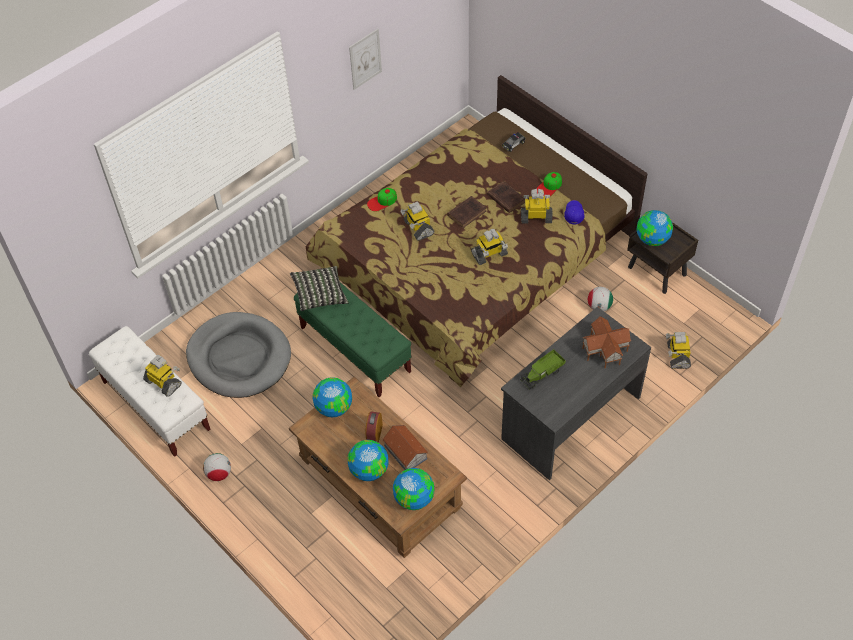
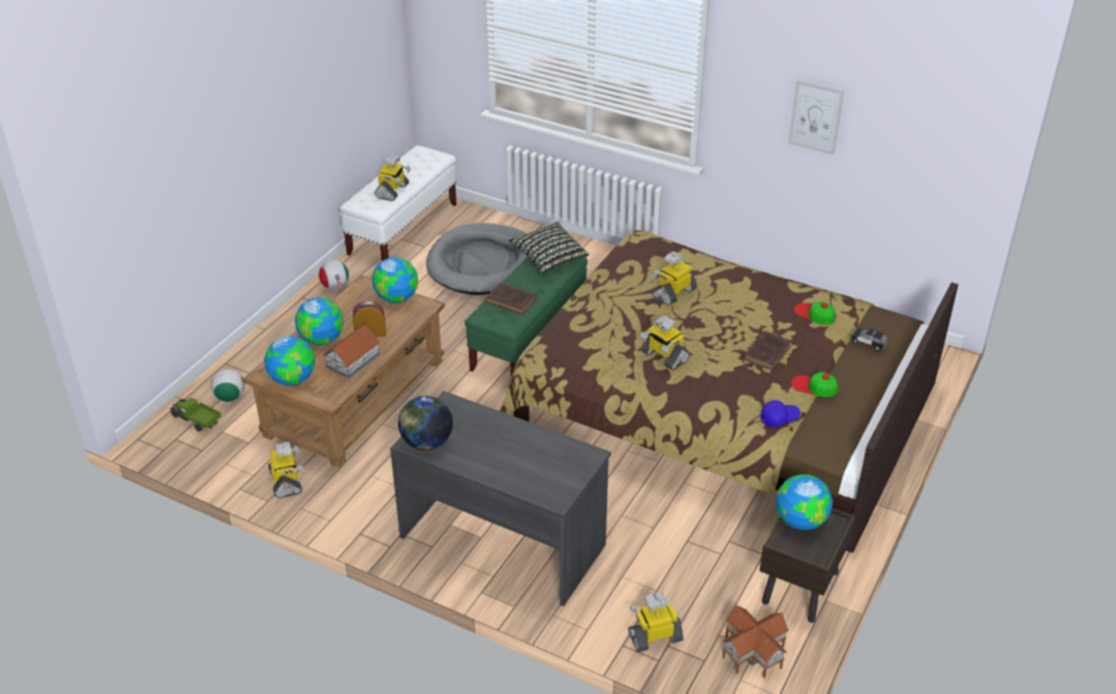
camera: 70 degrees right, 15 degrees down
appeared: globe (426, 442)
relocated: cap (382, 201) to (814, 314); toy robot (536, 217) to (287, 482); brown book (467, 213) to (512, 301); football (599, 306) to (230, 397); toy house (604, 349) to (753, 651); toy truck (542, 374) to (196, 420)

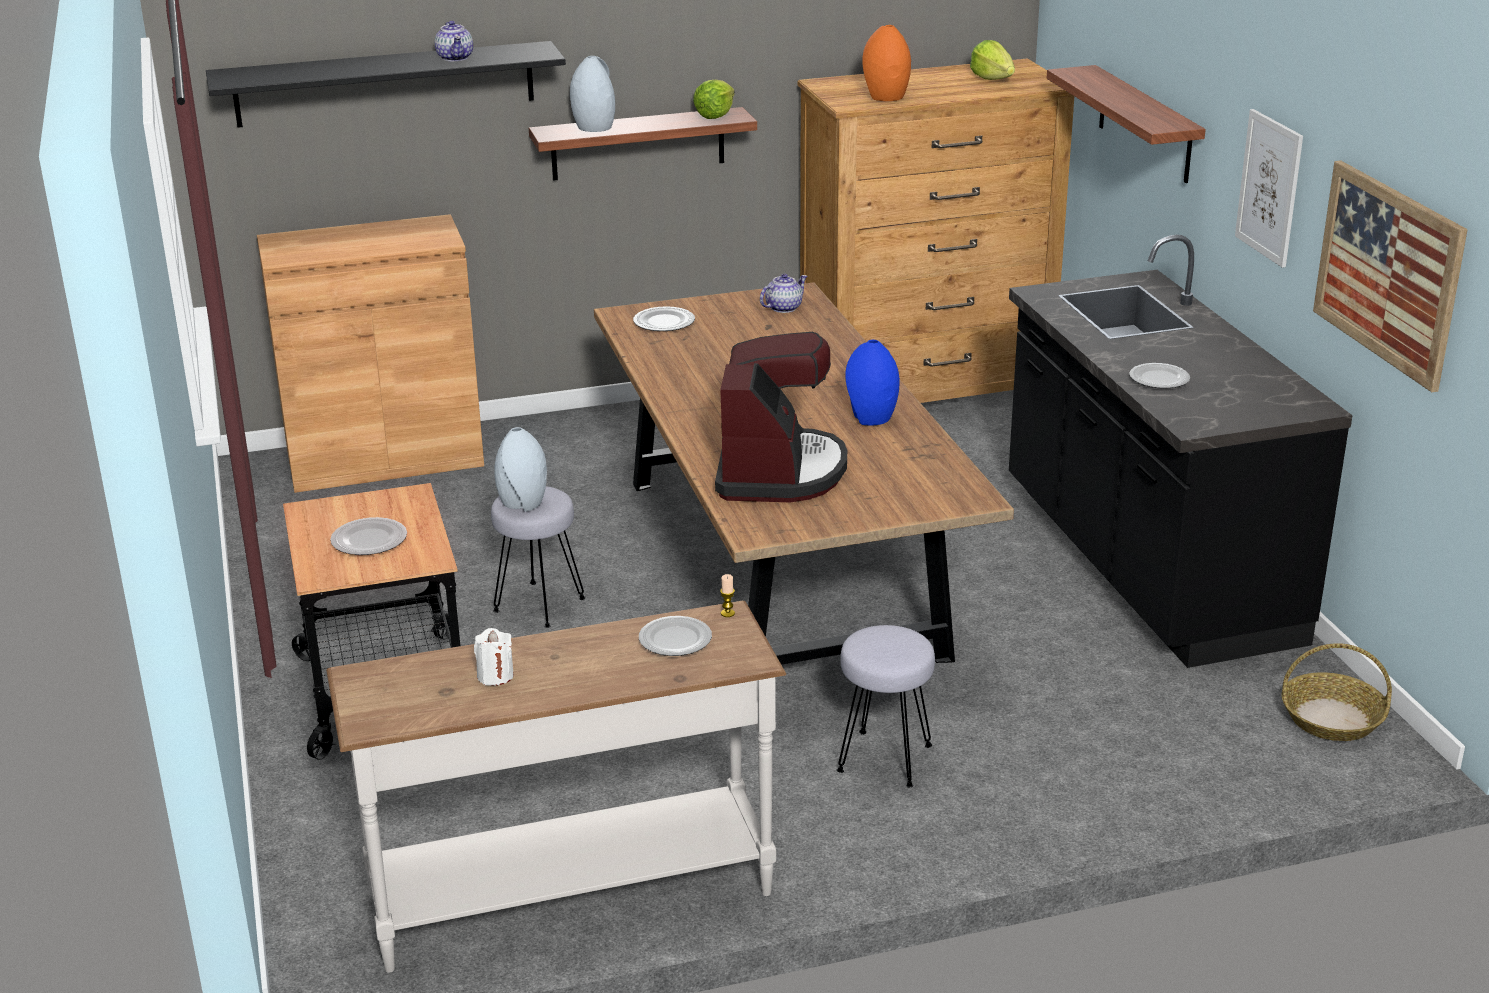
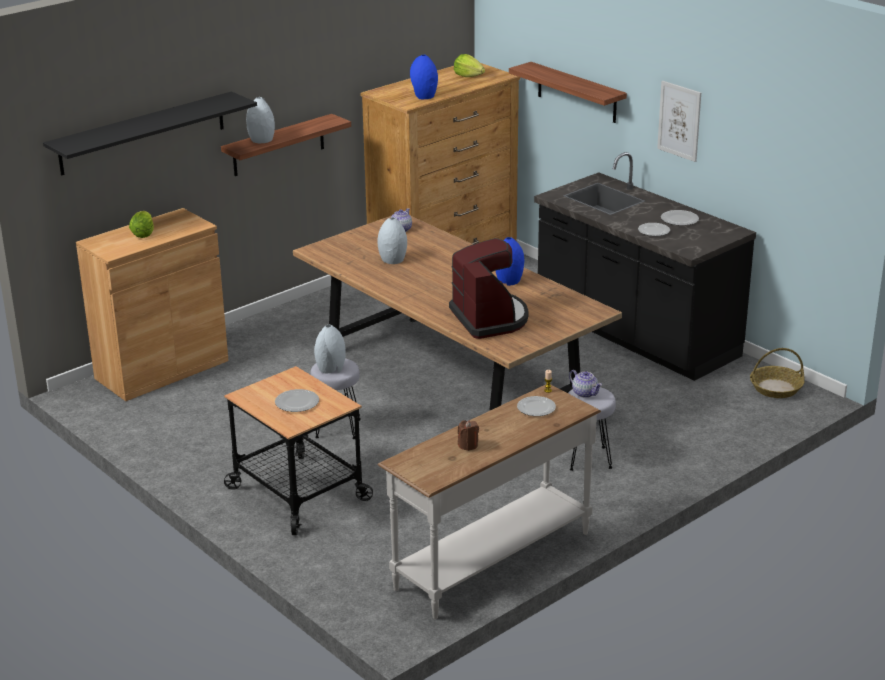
camera: 25 degrees left, 0 degrees up
missing: picture (1388, 272)
appeared: grey vase (392, 260)
relocated: teapot (455, 58) to (585, 393); lettuce (715, 115) to (143, 233); plate (663, 322) to (679, 220)
colour: orange vase (886, 97) to blue vase (424, 96); white candle (495, 676) to brown candle (468, 445)

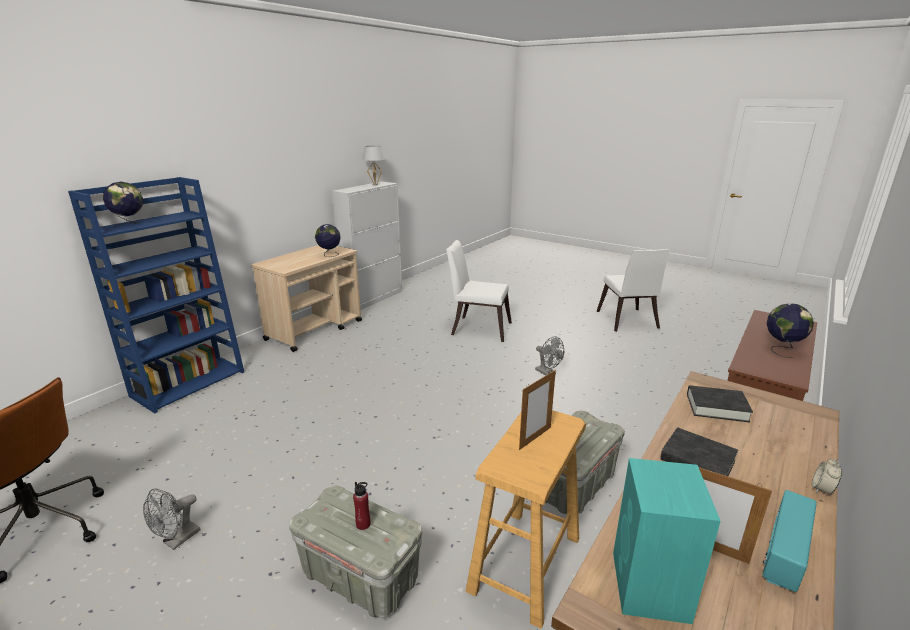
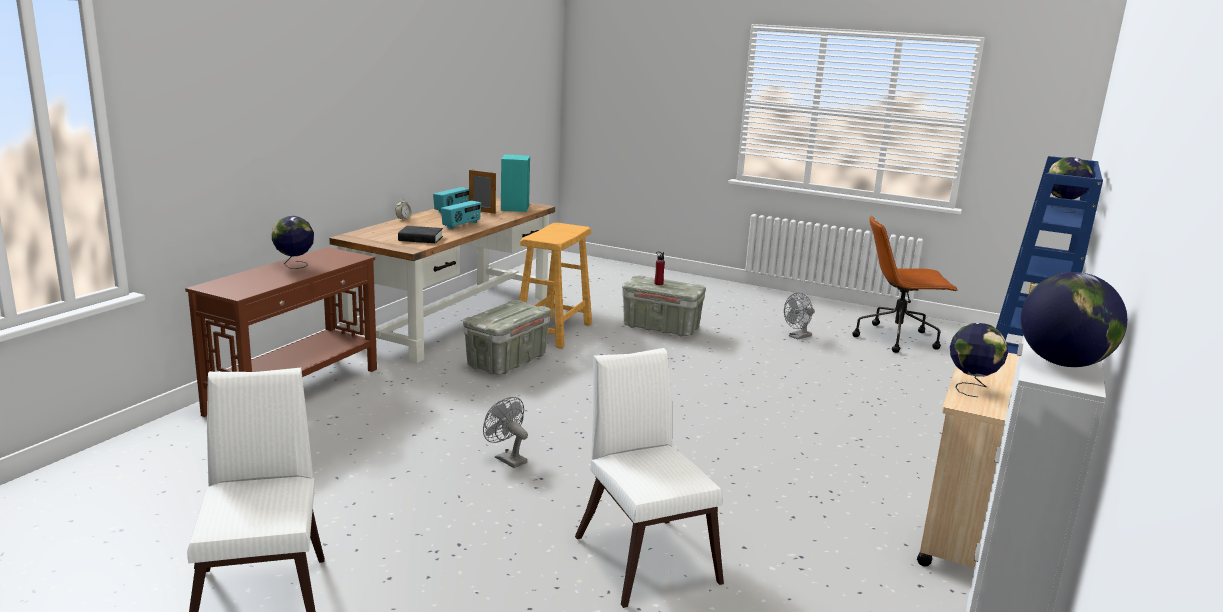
camera: 170 degrees right, 5 degrees down
missing: picture frame (535, 438)
exchanged: white table lamp (375, 184) to globe (1062, 363); black book (697, 461) to radio (462, 225)
spun: white chair (477, 328) = (644, 554) 120 degrees counterclockwise; grey fan (177, 540) = (797, 337) 150 degrees counterclockwise

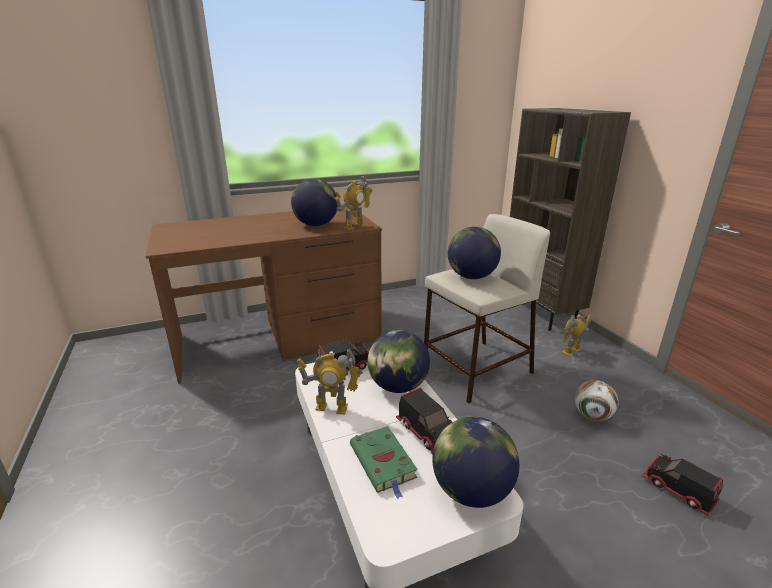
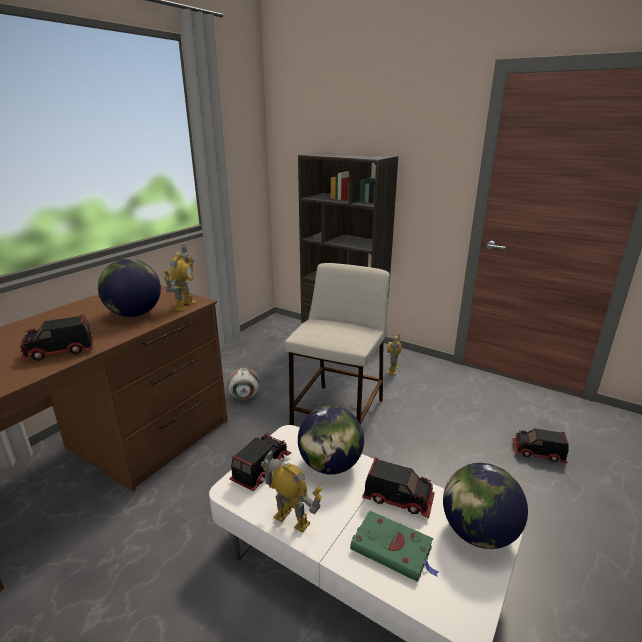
camera: 35 degrees left, 0 degrees up
missing: globe (471, 277)
appeared: toy truck (59, 352)
relocated: football (592, 416) to (244, 396)
spun: toy robot (331, 407) = (292, 519) 120 degrees counterclockwise

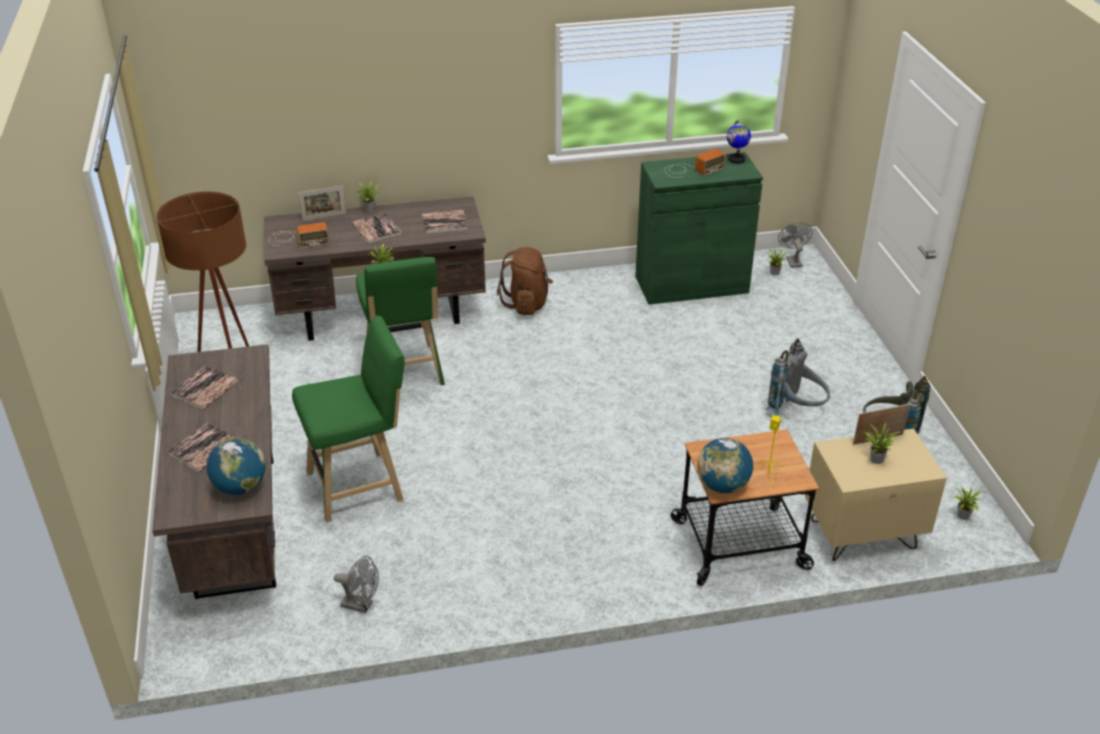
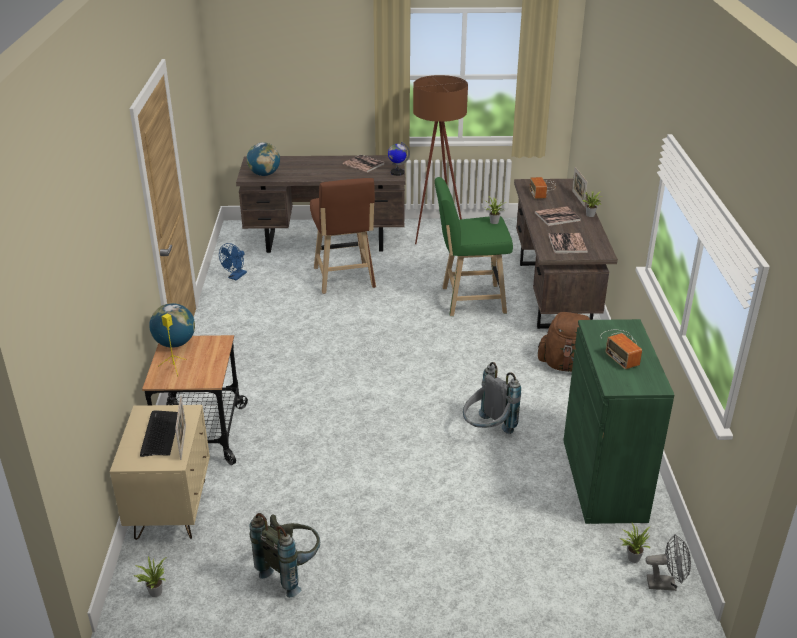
camera: 100 degrees right, 5 degrees down
missing: book (204, 448)
relocated: globe (736, 159) to (397, 173); grey backpack (797, 410) to (487, 431)
exchanged: potted plant (875, 458) to keyboard (160, 434)
colour: green stool (360, 485) to brown stool (345, 279); grey fan (361, 605) to blue fan (235, 277)

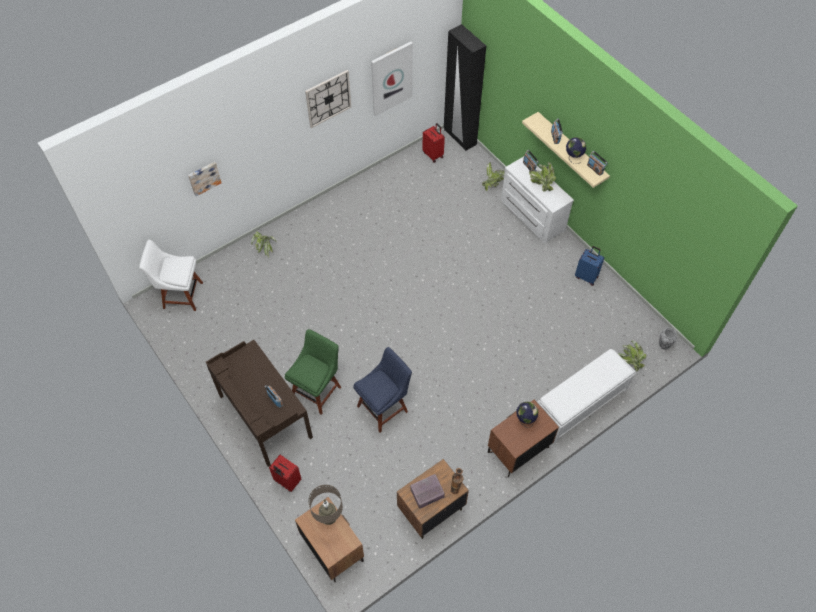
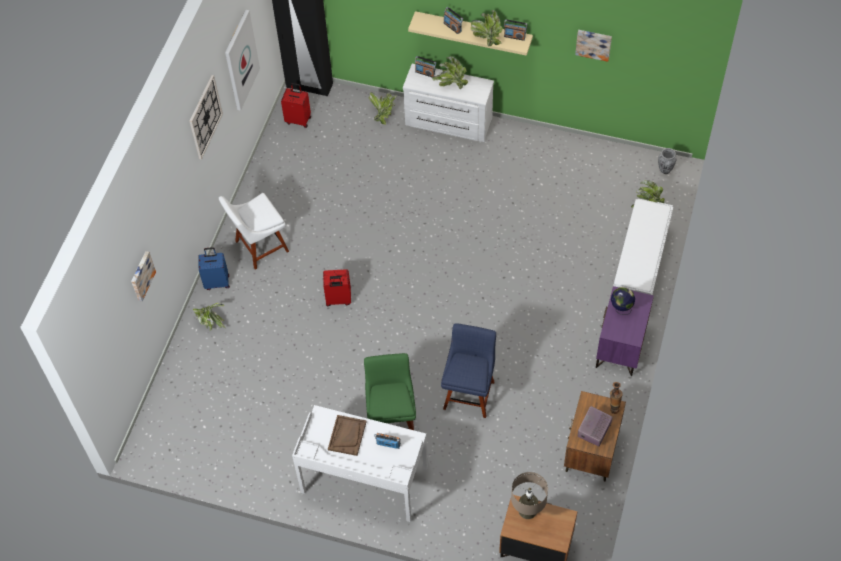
camera: 35 degrees left, 0 degrees up
appeared: picture (593, 44); brown tray (347, 435)
relocated: white chair (180, 295) to (259, 247); blue suitcase (586, 276) to (217, 282); red suitcase (287, 481) to (338, 300)
exchanged: globe (573, 158) to potted plant (486, 37)
colour: brown desk (264, 417) to white desk (364, 480); brown nightstand (518, 450) to purple nightstand (620, 347)

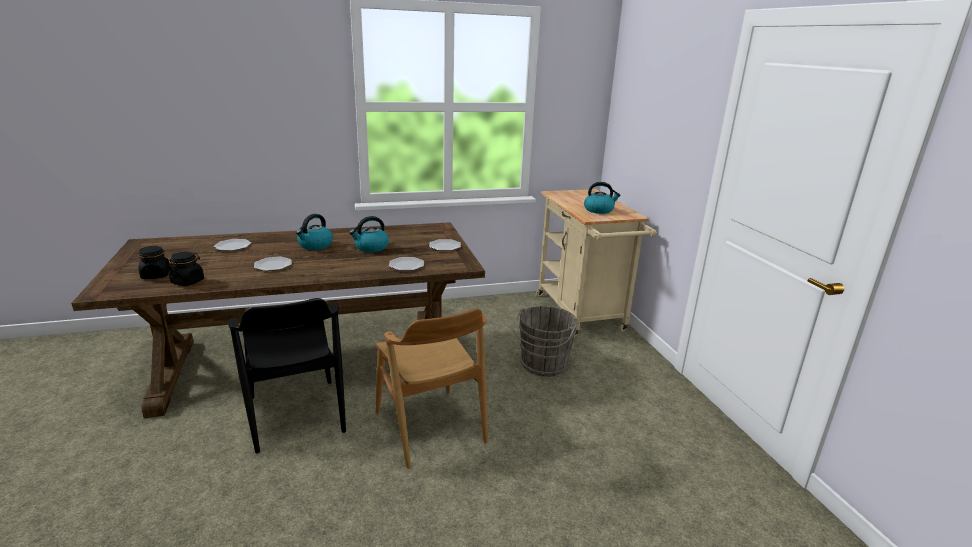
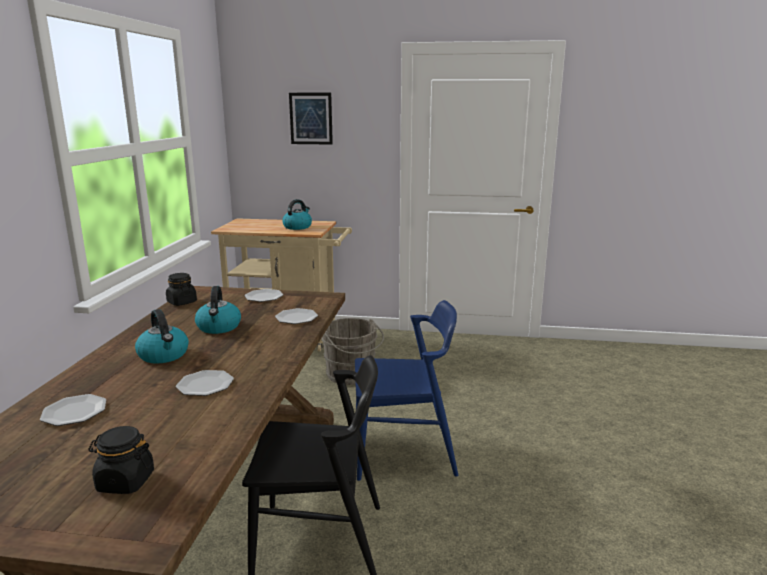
camera: 65 degrees left, 5 degrees down
appeared: picture (311, 118)
relocated: black jar (188, 281) to (181, 302)
colour: brown chair (430, 427) to blue chair (404, 452)

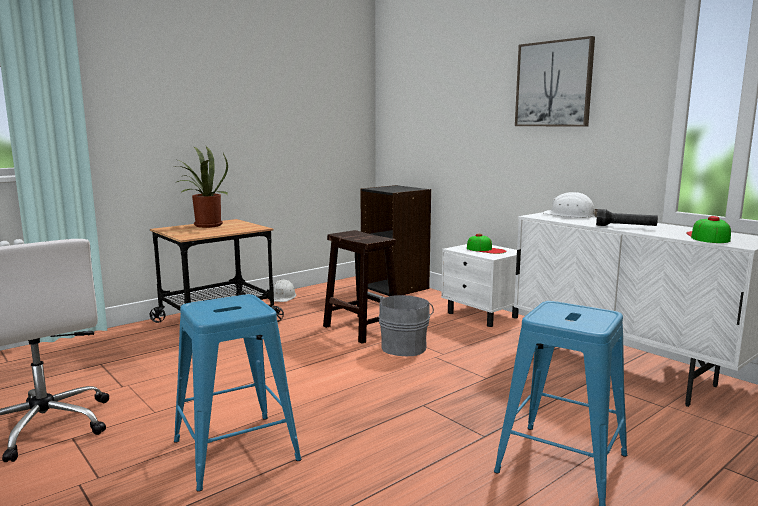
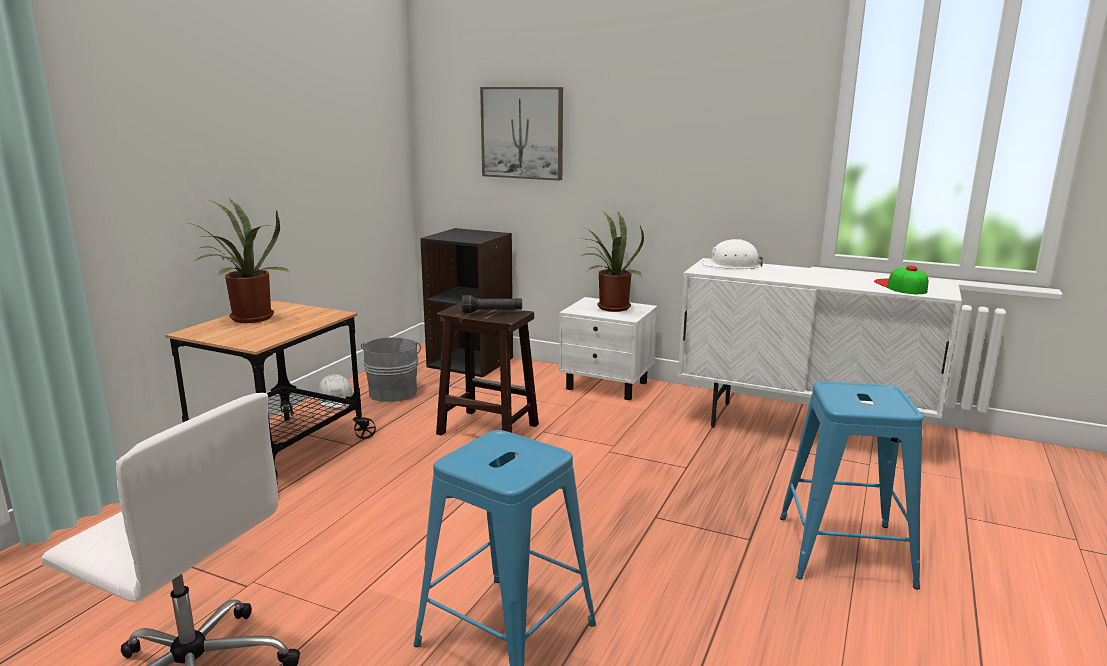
camera: 25 degrees left, 5 degrees up
relocated: picture (554, 84) to (522, 133); black flashlight (625, 227) to (492, 312); grey bucket (405, 347) to (393, 392)
exchanged: cap (486, 250) to potted plant (610, 308)

